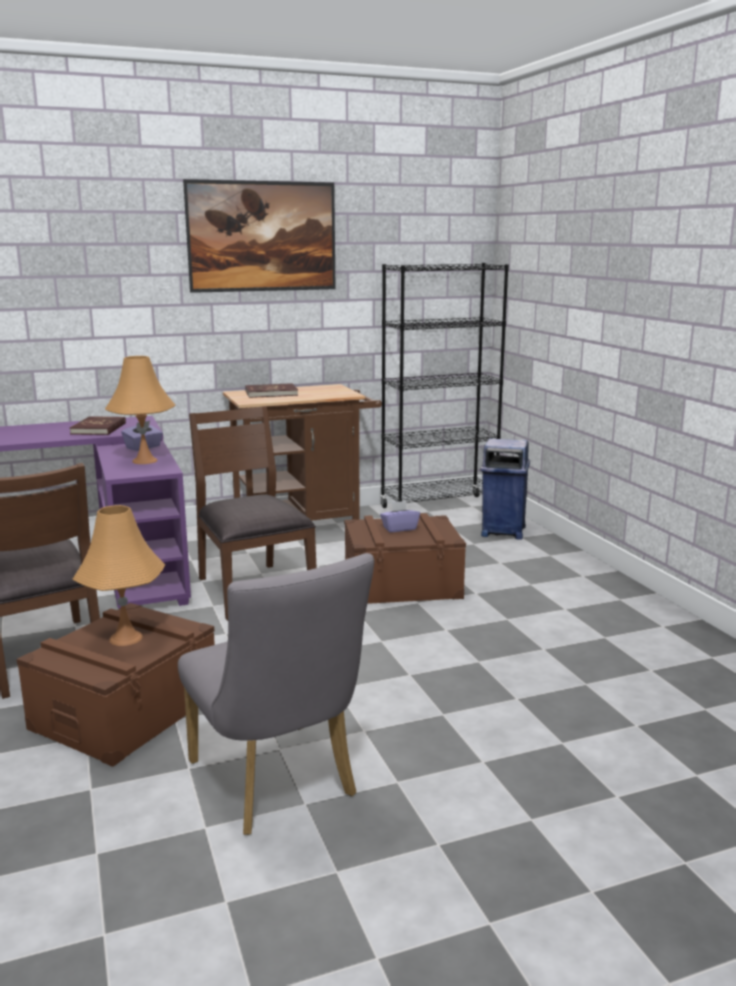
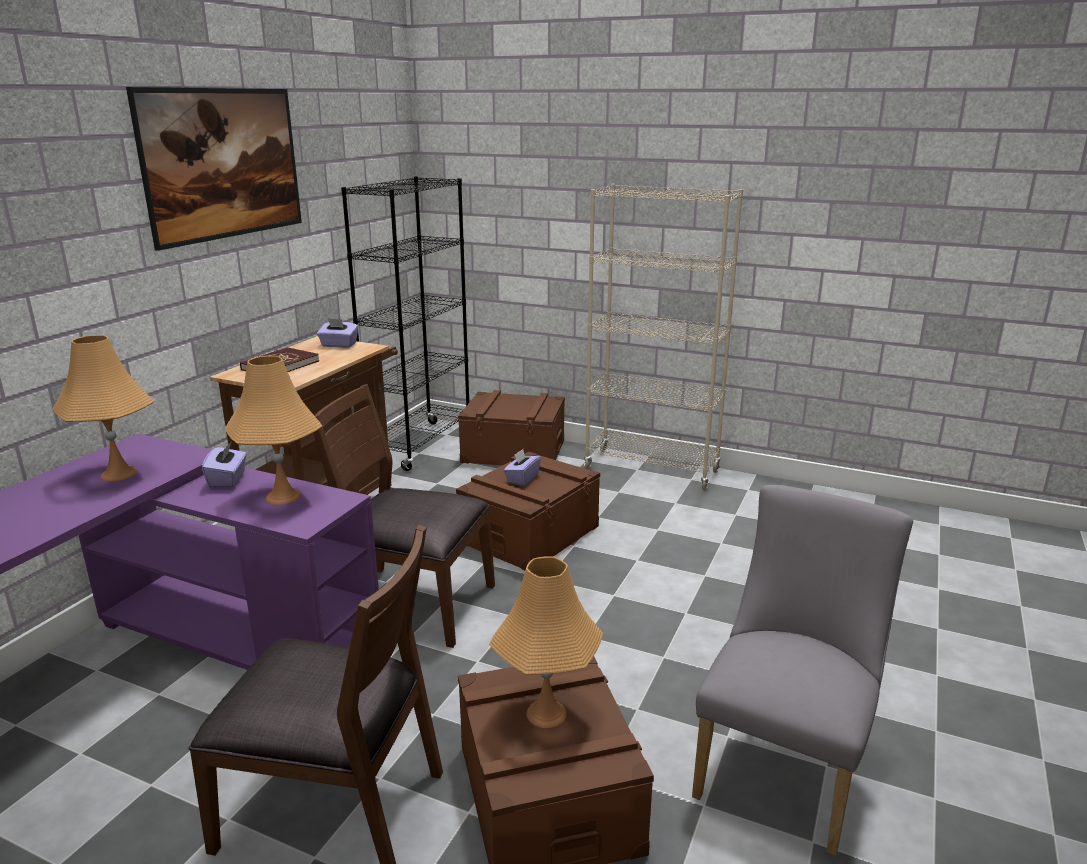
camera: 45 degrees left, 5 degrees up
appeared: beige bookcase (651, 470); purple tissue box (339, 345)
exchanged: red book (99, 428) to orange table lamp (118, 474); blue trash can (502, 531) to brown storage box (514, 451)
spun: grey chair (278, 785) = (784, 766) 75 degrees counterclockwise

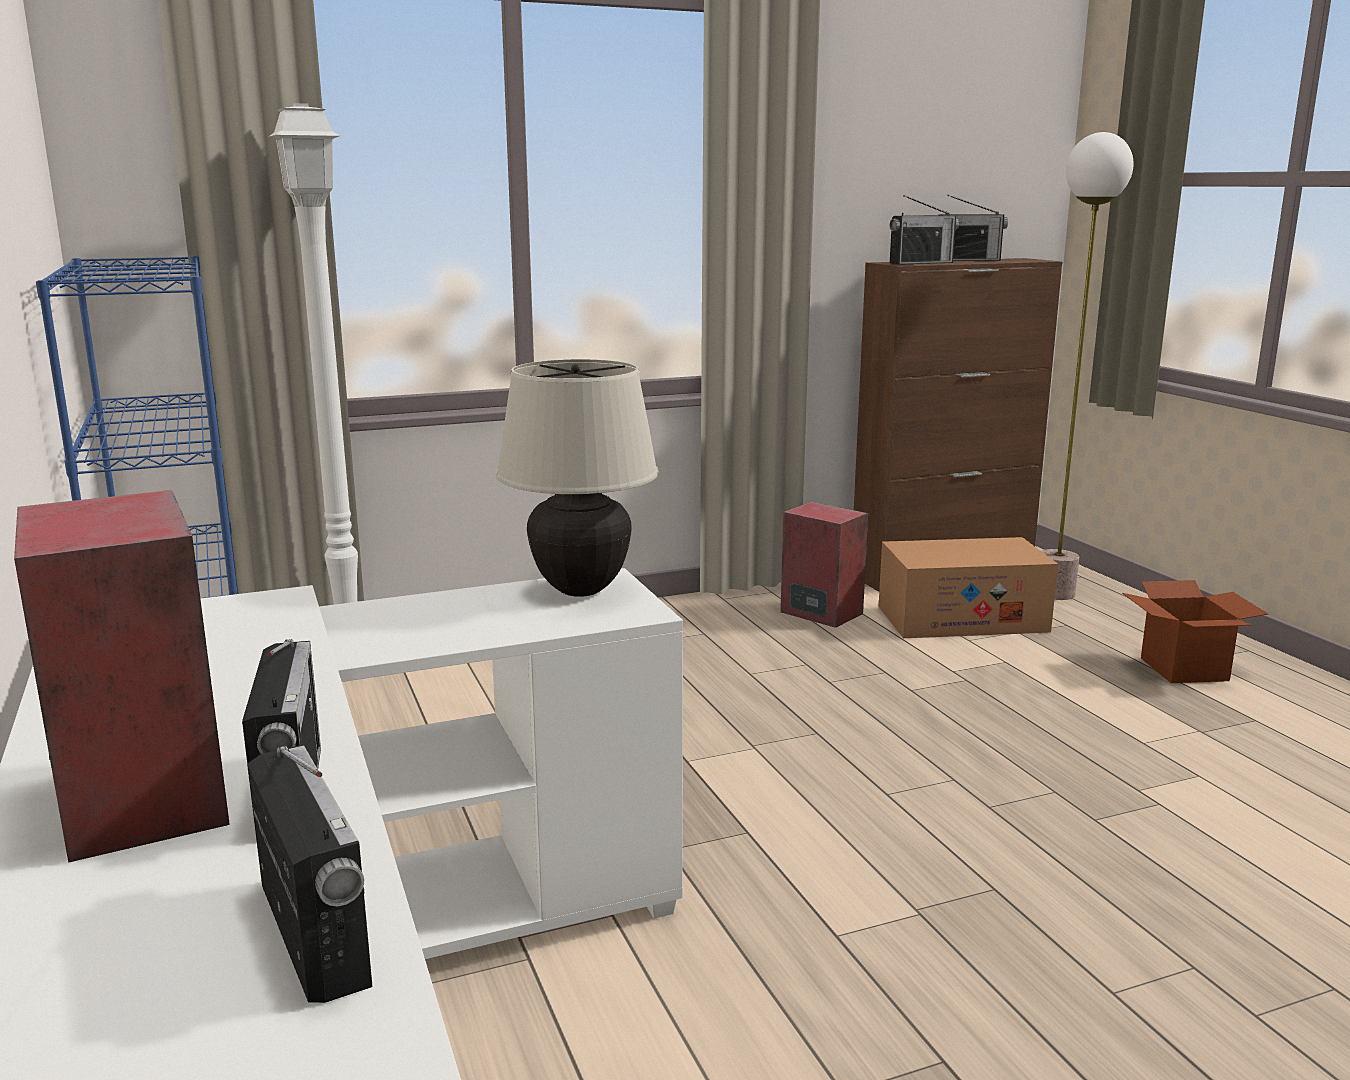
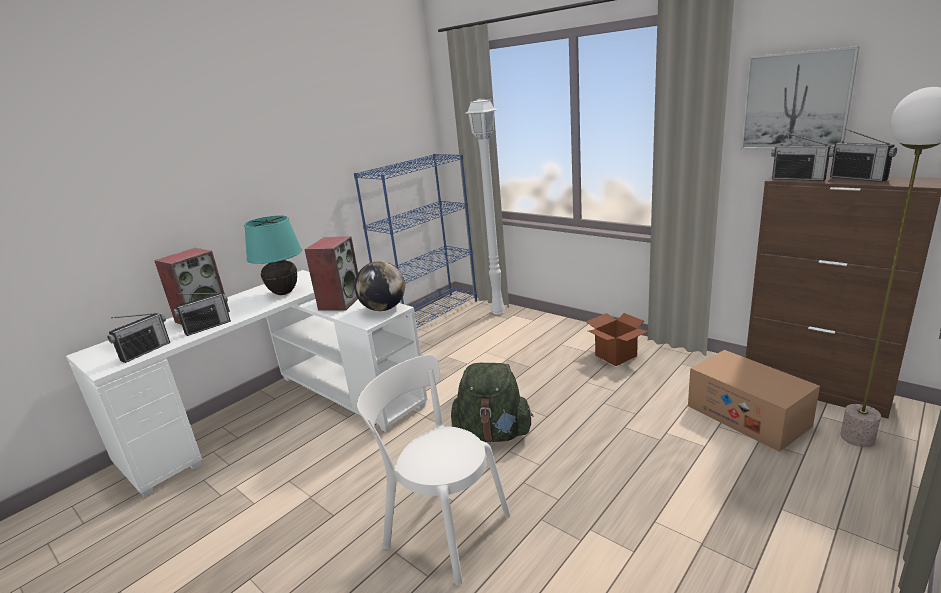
camera: 65 degrees right, 5 degrees up
appeared: picture (796, 101); turquoise table lamp (284, 292); white chair (443, 528); green backpack (493, 434)
relocated: speaker (820, 613) to (340, 302); cardboard box (1183, 669) to (616, 355)
exchanged: beige table lamp (581, 590) to globe (384, 309)

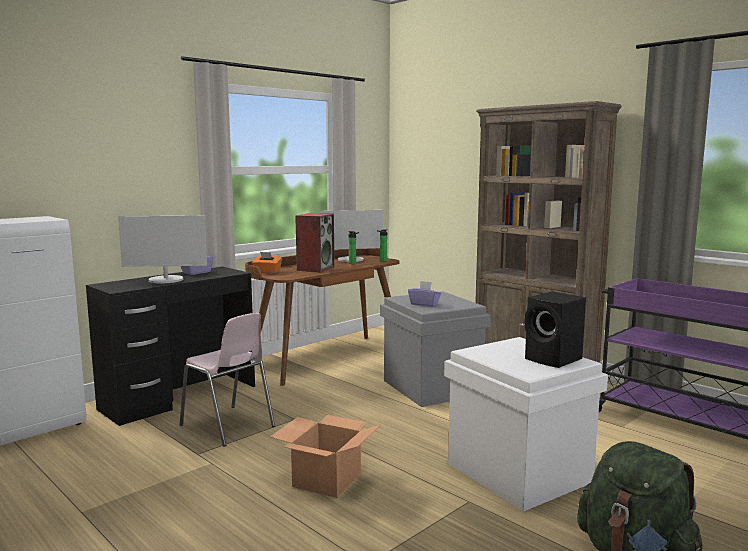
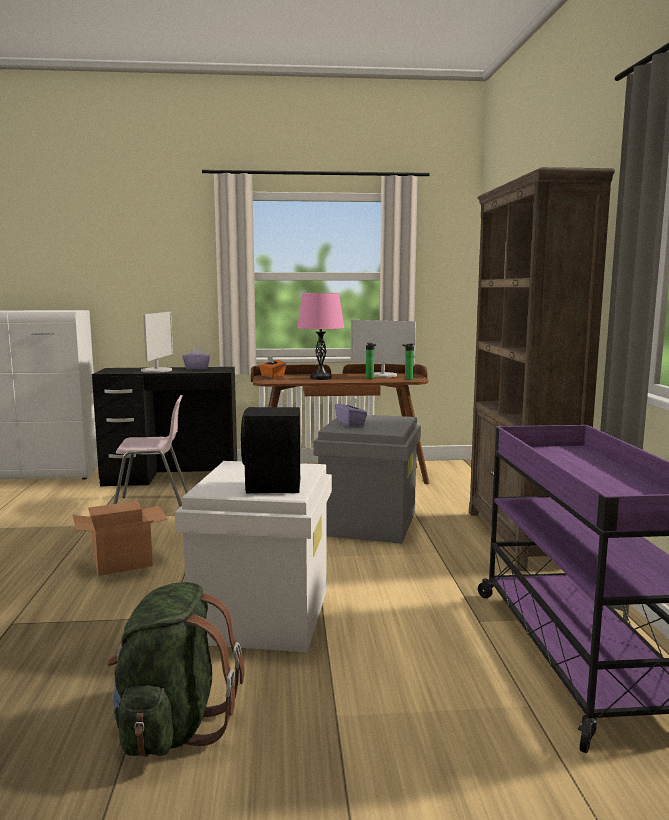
camera: 40 degrees right, 0 degrees up
exchanged: speaker (315, 268) to pink table lamp (321, 378)
spun: monitor (166, 280) = (157, 370) 120 degrees counterclockwise; pink chair (228, 426) = (153, 505) 90 degrees counterclockwise

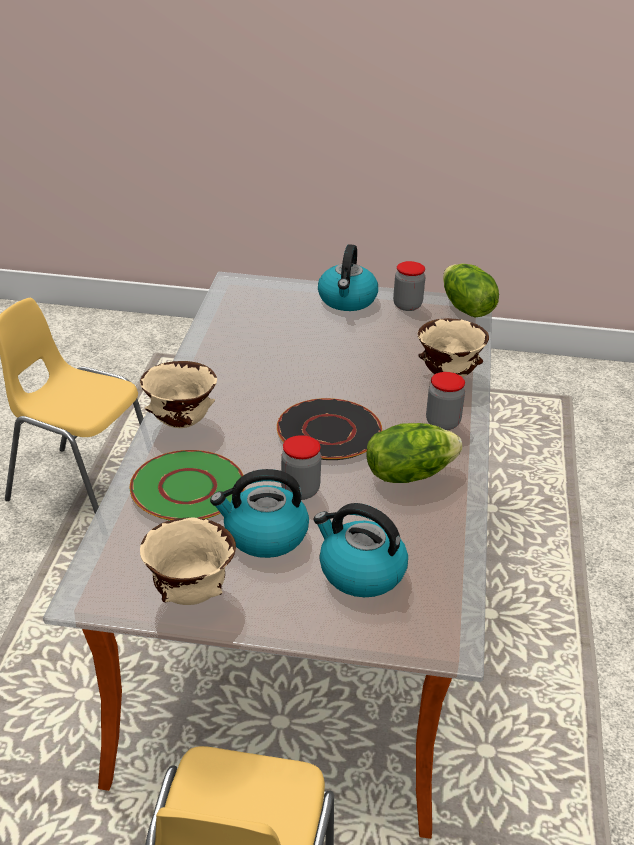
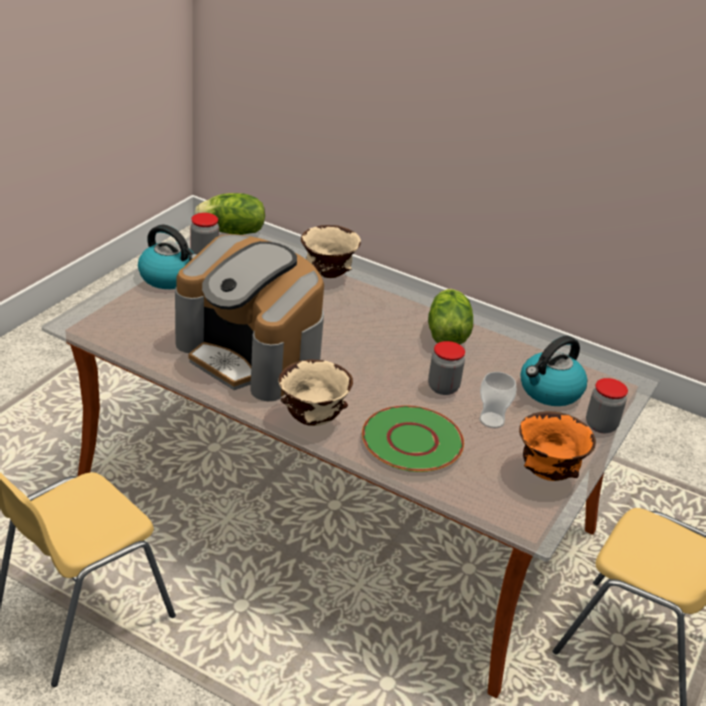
camera: 70 degrees left, 0 degrees up
missing: black plate (328, 431)
appeared: coffee machine (251, 355)
relocated: jar (442, 423) to (601, 425)
exchanged: kettle (264, 536) to cup (492, 420)
colour: beige bowl (190, 594) to orange bowl (546, 473)

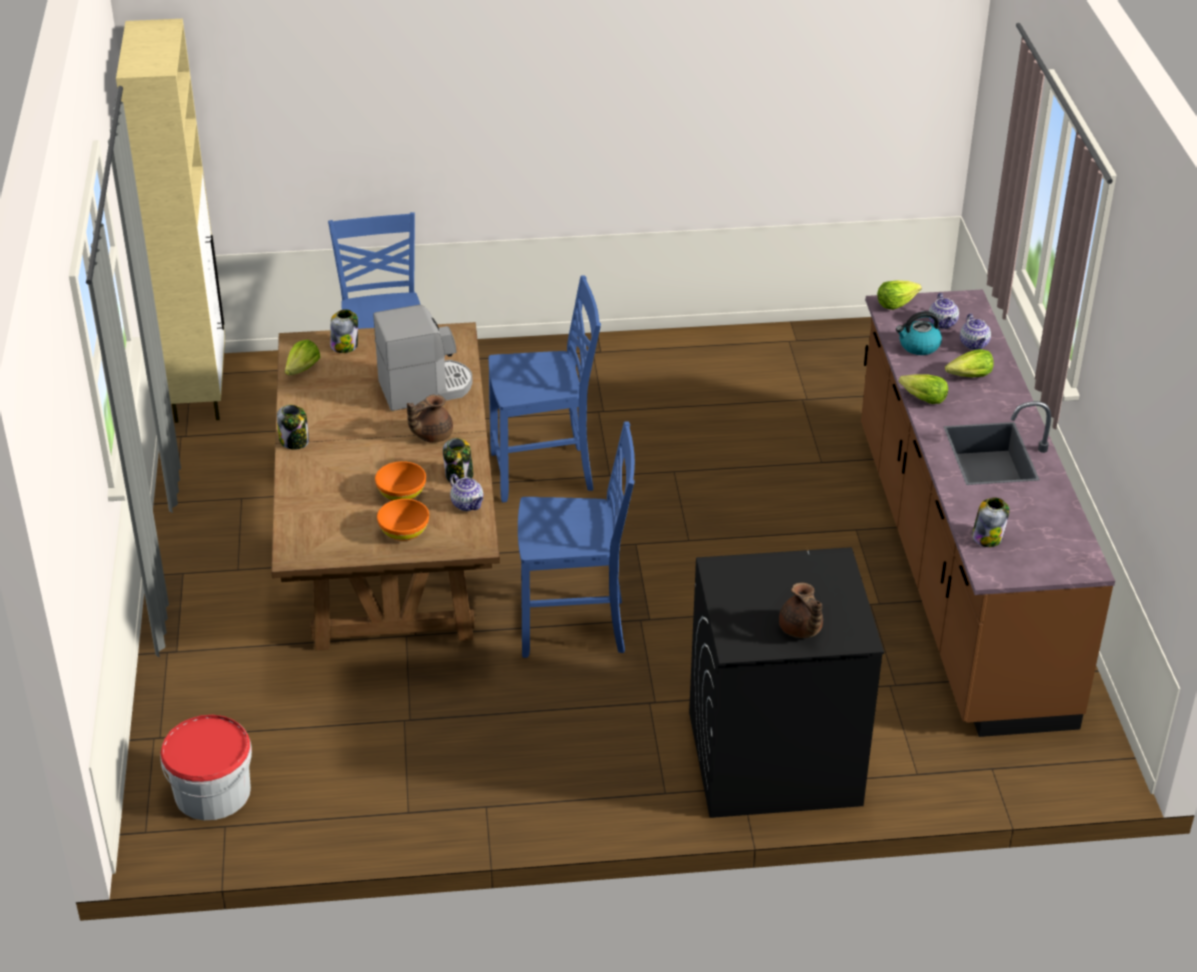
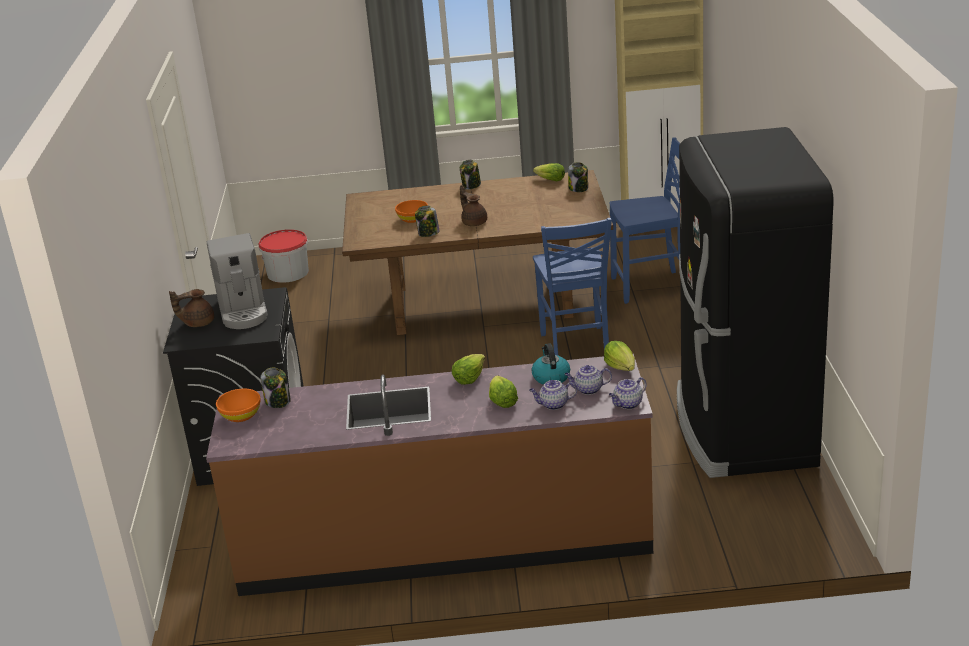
camera: 95 degrees right, 10 degrees down
missing: blue chair (575, 627)
appeared: black fridge (742, 429)
relocated: coffee machine (425, 388) to (243, 311); teapot (468, 504) to (628, 404); orange bowl (404, 531) to (241, 415)

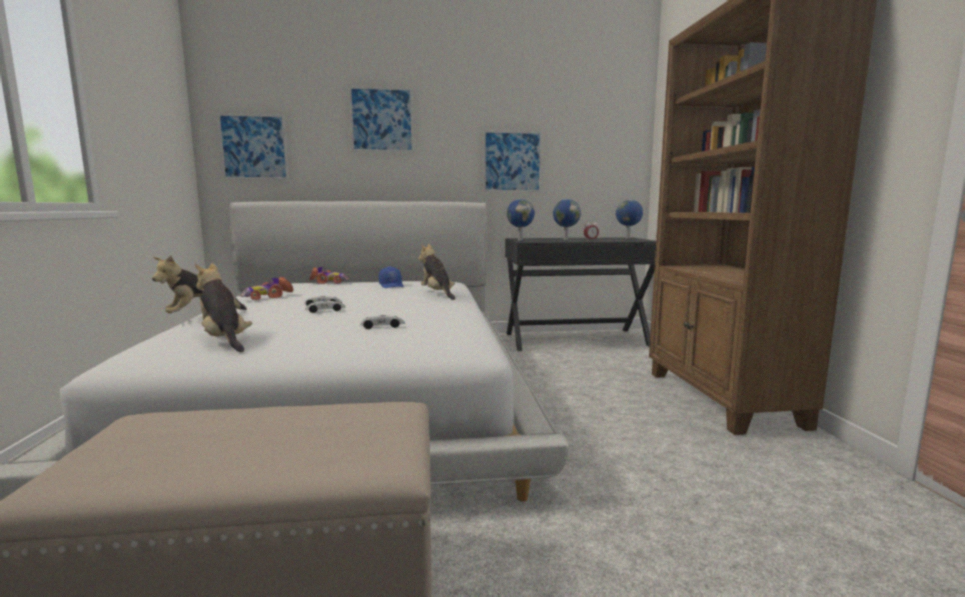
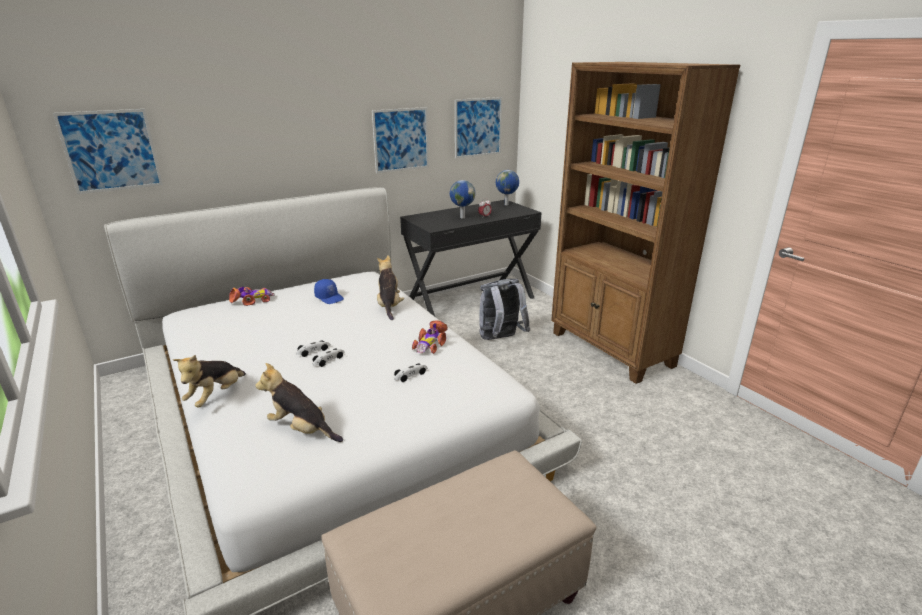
camera: 25 degrees left, 15 degrees up
missing: globe (520, 240)
appeared: grey backpack (500, 339)
relocated: picture (382, 120) to (478, 127); toy car (267, 296) to (430, 344)
spun: plush toy (437, 294) = (389, 306) 45 degrees clockwise

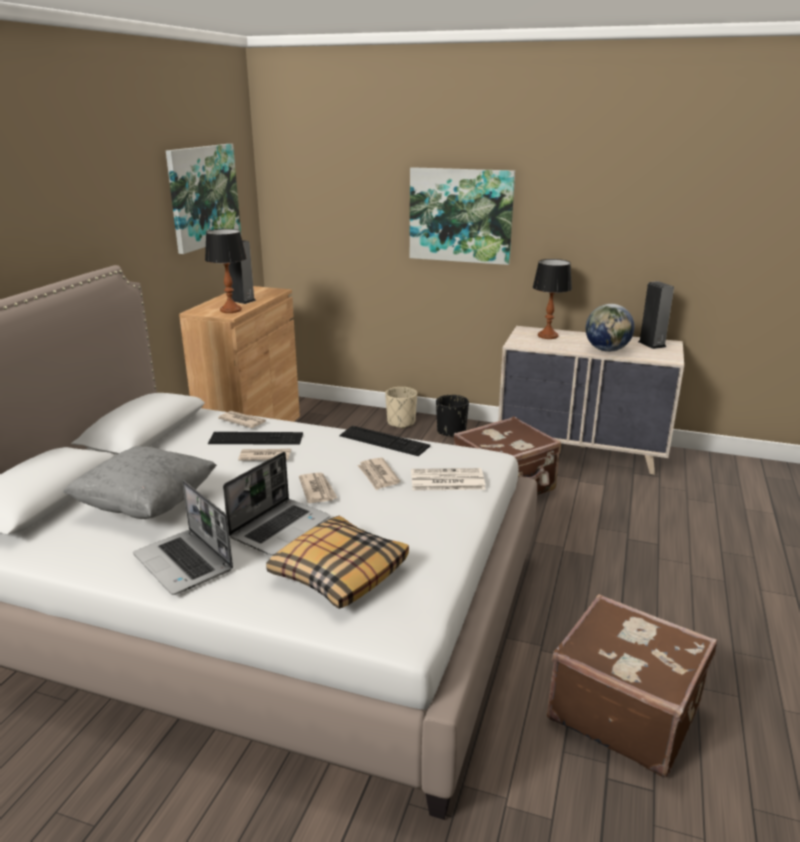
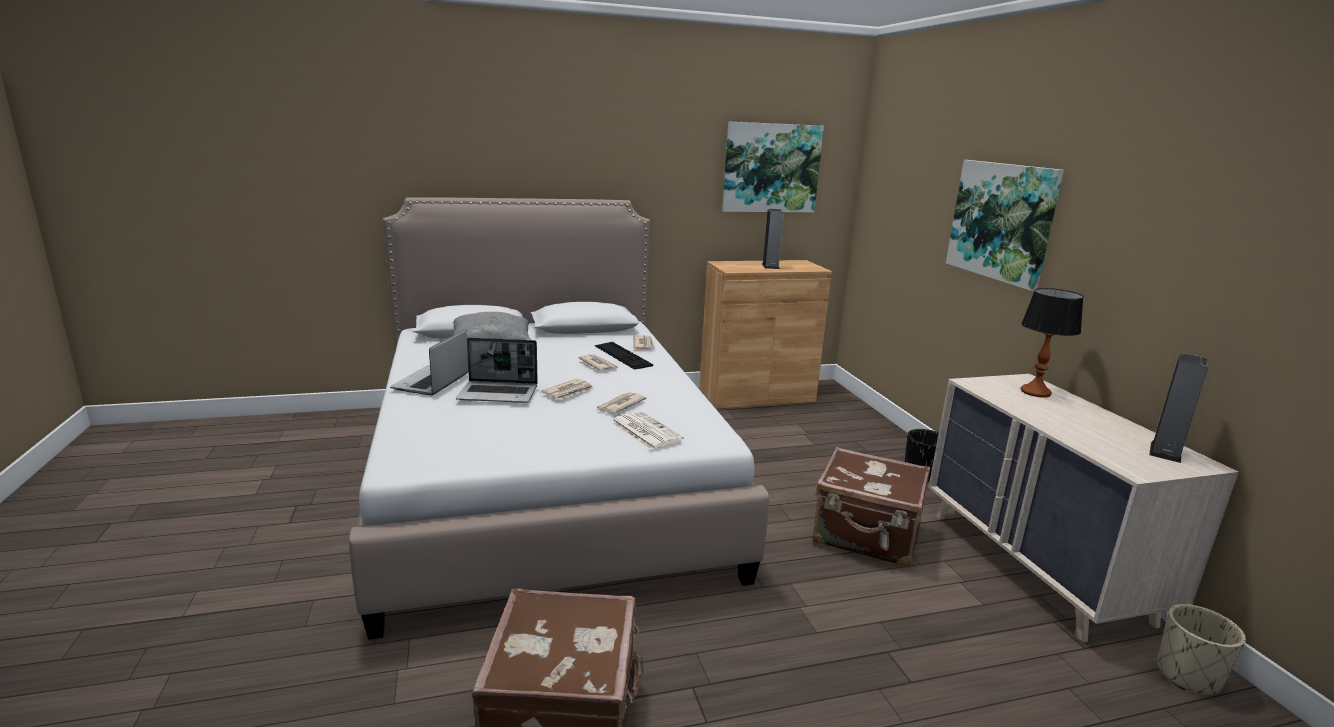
camera: 55 degrees right, 5 degrees down
missing: table lamp (230, 310); globe (607, 350); keyboard (384, 441); pillow (338, 572)
relocated: beige planter (401, 422) to (1188, 676)

